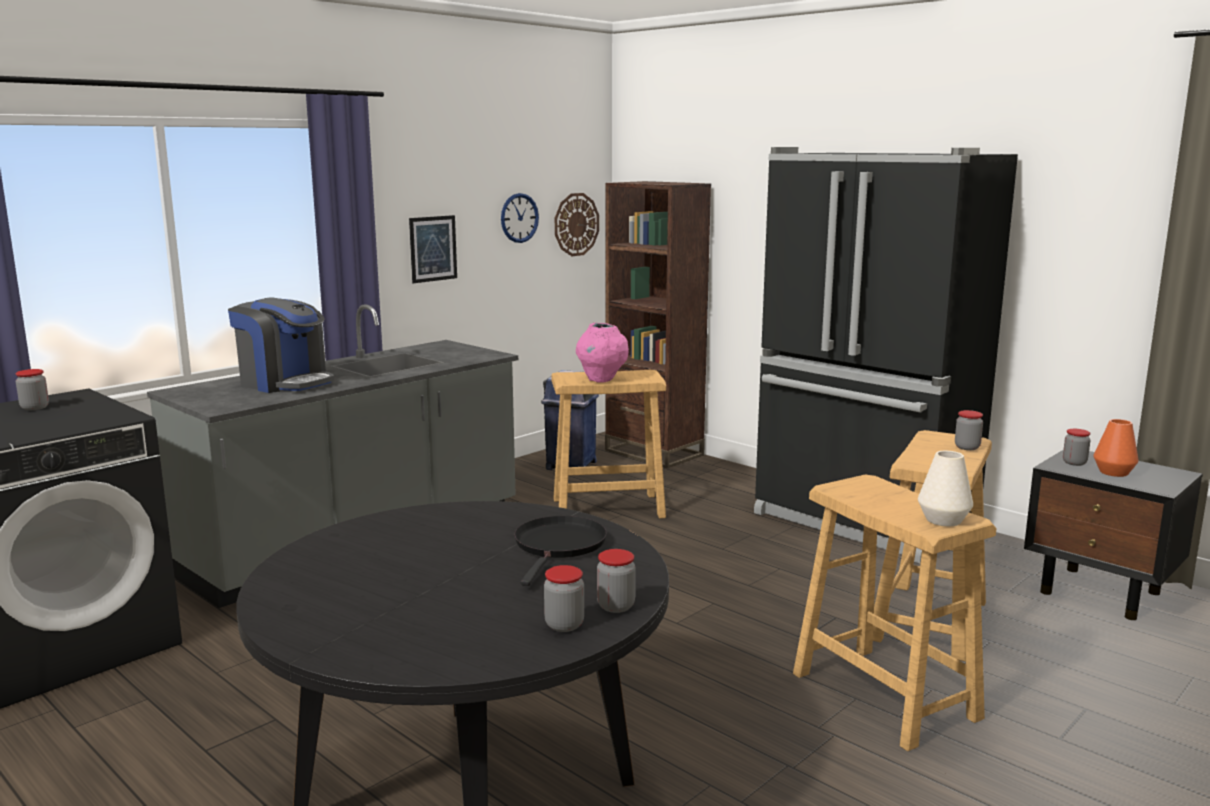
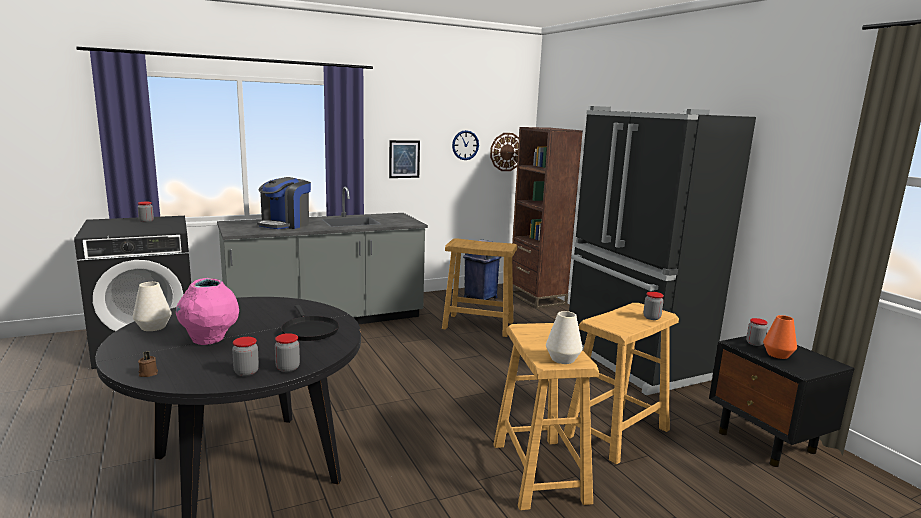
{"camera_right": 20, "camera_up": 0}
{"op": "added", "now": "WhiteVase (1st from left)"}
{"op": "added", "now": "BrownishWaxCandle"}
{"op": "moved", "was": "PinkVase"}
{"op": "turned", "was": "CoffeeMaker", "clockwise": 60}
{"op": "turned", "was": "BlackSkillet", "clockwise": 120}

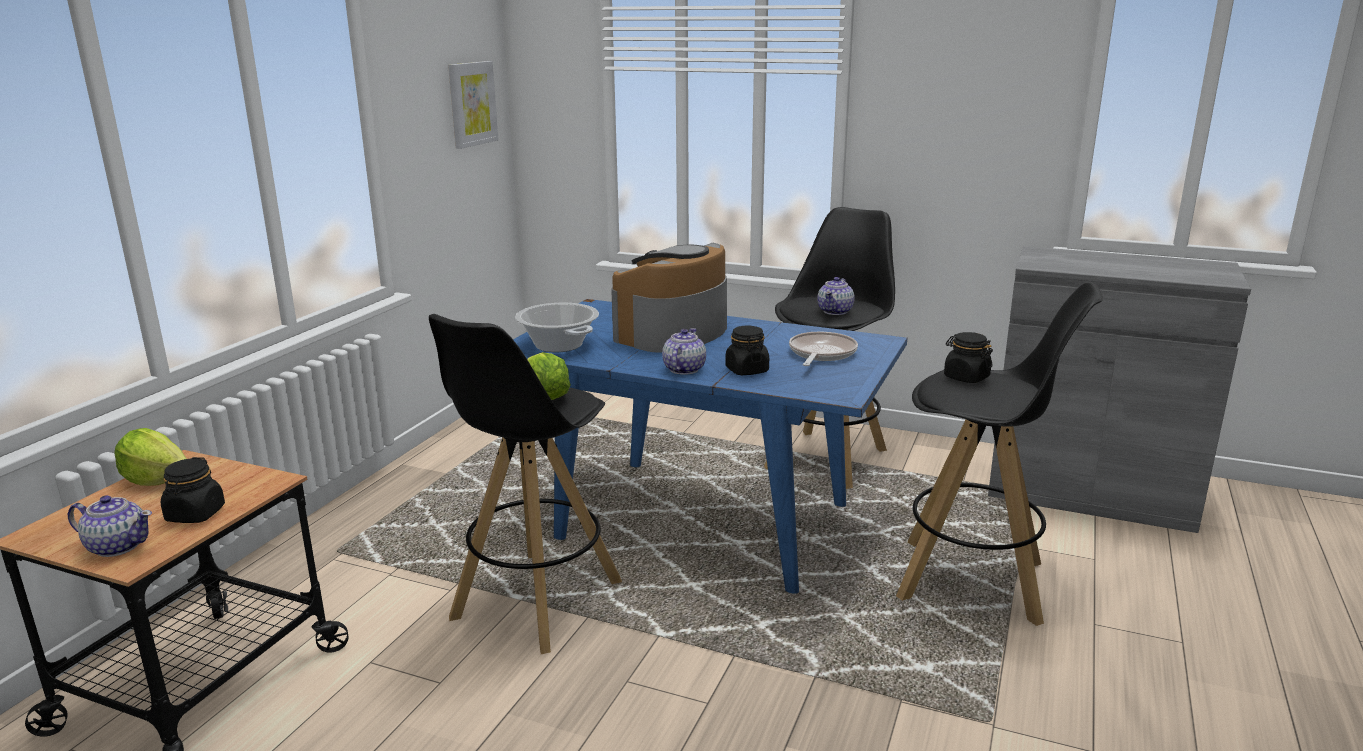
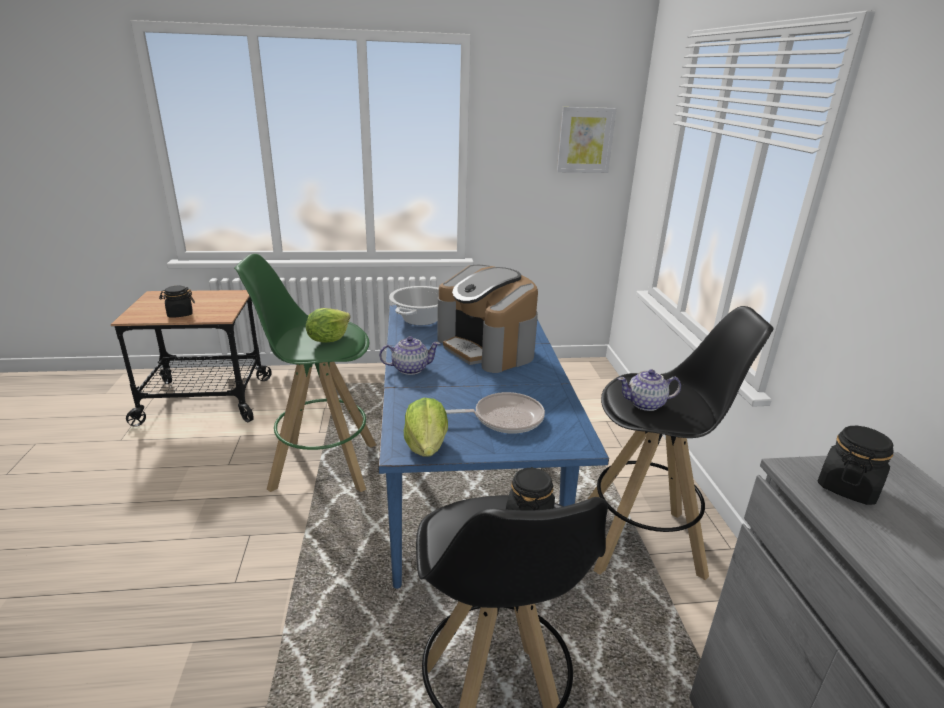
{"camera_right": 60, "camera_up": 5}
{"op": "recoloured", "was": "BlackStoolSeat (1st from left)", "now": "GreenColouredStoolSeat"}
{"op": "moved", "was": "LettuceHead (1st from left in the first image)", "now": "LettuceHead (2nd from left)"}
{"op": "turned", "was": "CoffeeMaker", "clockwise": -135}
{"op": "moved", "was": "BlackJar (2nd from left in the first image)", "now": "BlackJar (3rd from left)"}
{"op": "removed", "was": "Teapot (1st from left)"}

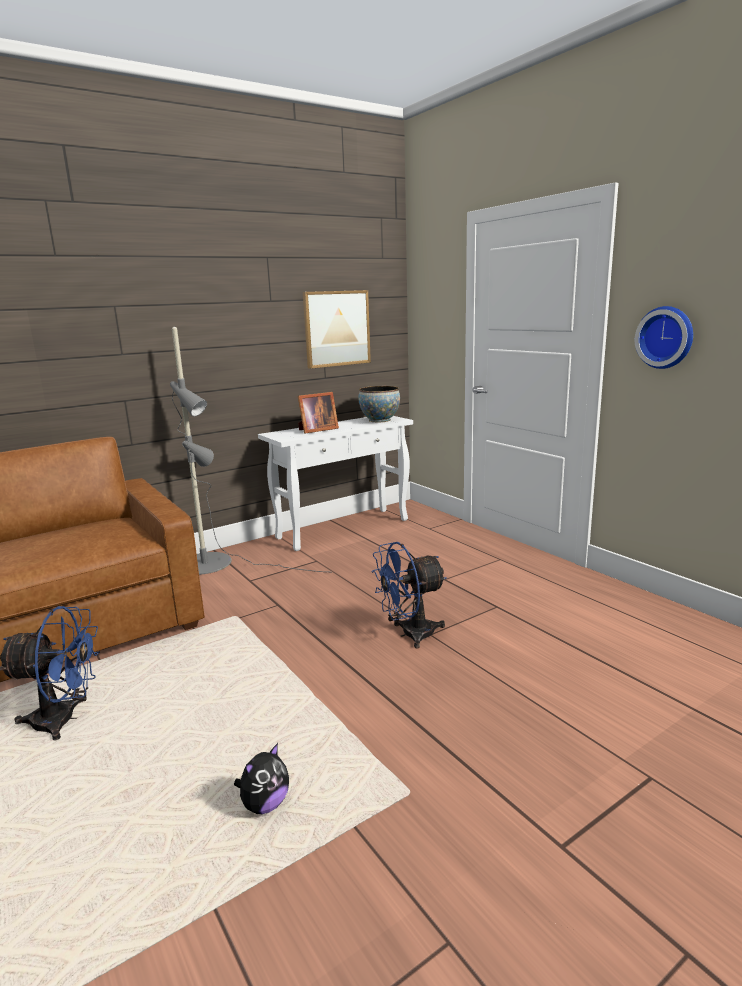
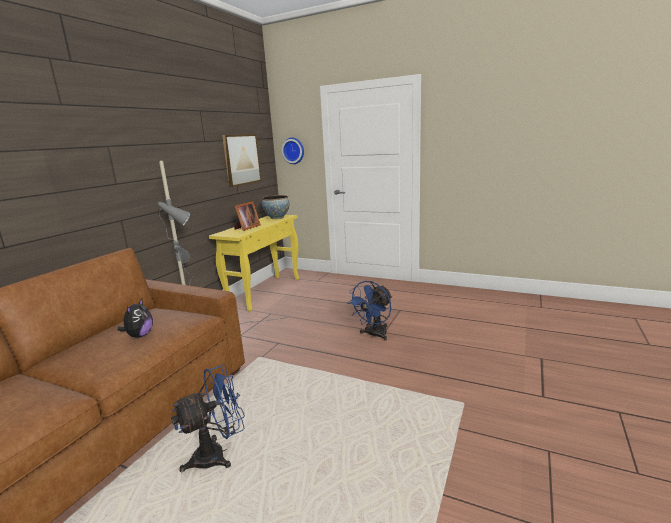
{"camera_right": -30, "camera_up": 0}
{"op": "moved", "was": "PlushToy"}
{"op": "recoloured", "was": "WhiteHallTable", "now": "YellowishHallTable"}
{"op": "moved", "was": "ClockOnTheWall"}

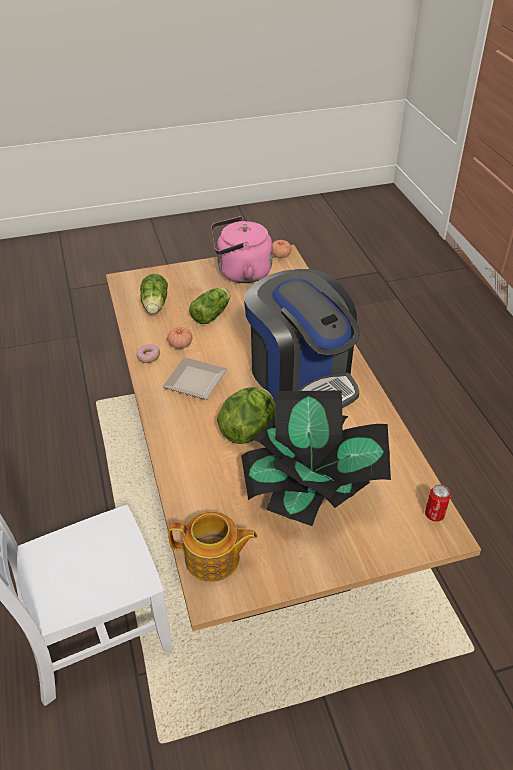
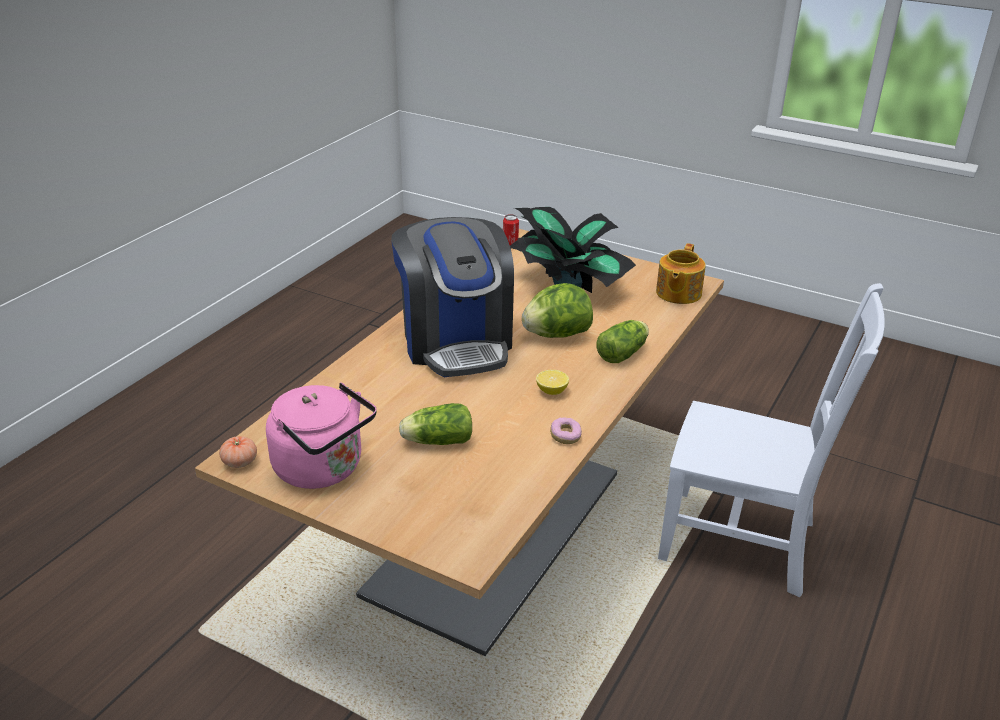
{"camera_right": -135, "camera_up": -10}
{"op": "turned", "was": "CoffeeMaker", "clockwise": 150}
{"op": "replaced", "was": "DinnerPlate", "now": "Lemon"}
{"op": "moved", "was": "LettuceHead (1st from left in the first image)", "now": "LettuceHead (3rd from left)"}
{"op": "turned", "was": "Teapot", "clockwise": -120}
{"op": "removed", "was": "WholeTomato (1st from left)"}

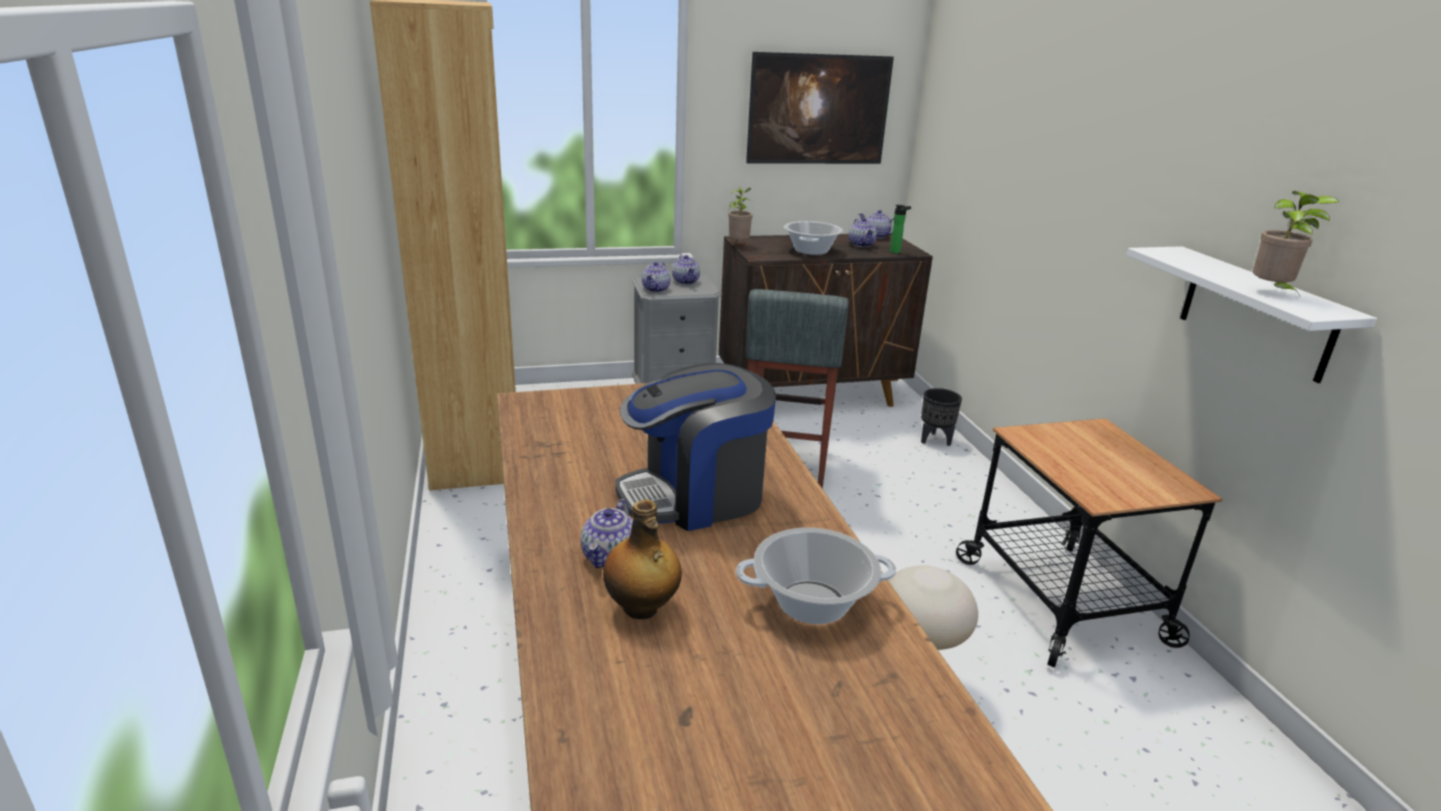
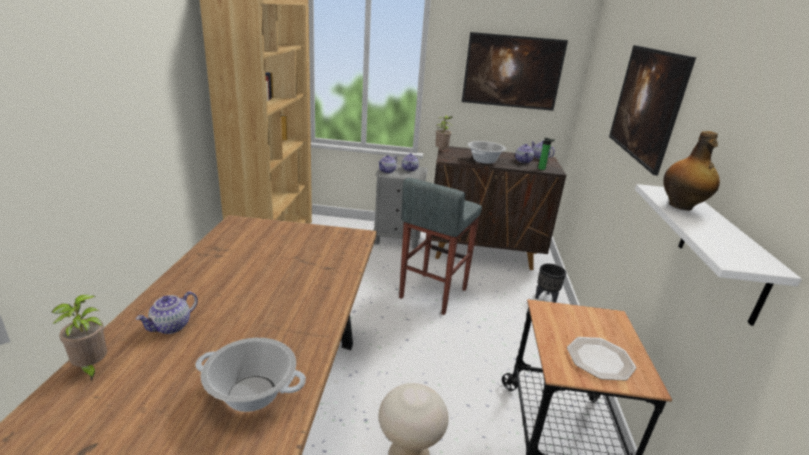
{"camera_right": 20, "camera_up": 0}
{"op": "moved", "was": "PottedPlant (2nd from left in the first image)", "now": "PottedPlant (1st from left)"}
{"op": "added", "now": "DinnerPlate"}
{"op": "added", "now": "WallArt (2nd from left)"}
{"op": "moved", "was": "Bottle (1st from left in the first image)", "now": "Bottle (2nd from left)"}
{"op": "removed", "was": "CoffeeMaker"}

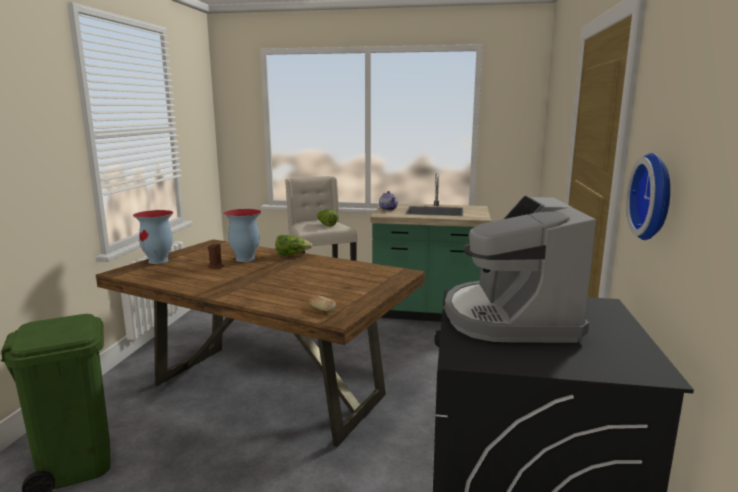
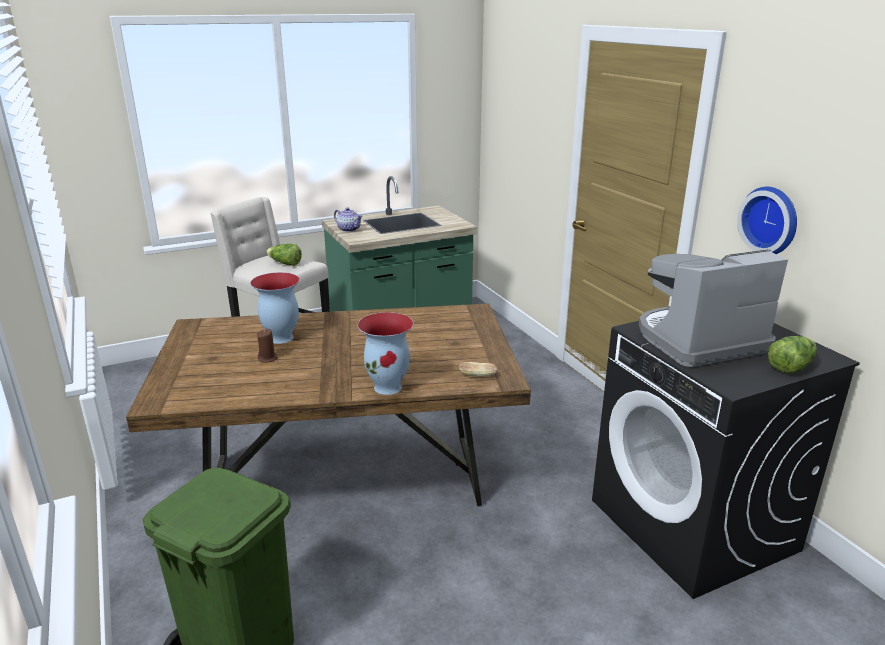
{"camera_right": -35, "camera_up": 10}
{"op": "moved", "was": "Vase (1st from left in the first image)", "now": "Vase (2nd from left)"}
{"op": "turned", "was": "CoffeeMaker", "clockwise": 105}
{"op": "moved", "was": "LettuceHead (1st from left in the first image)", "now": "LettuceHead (2nd from left)"}

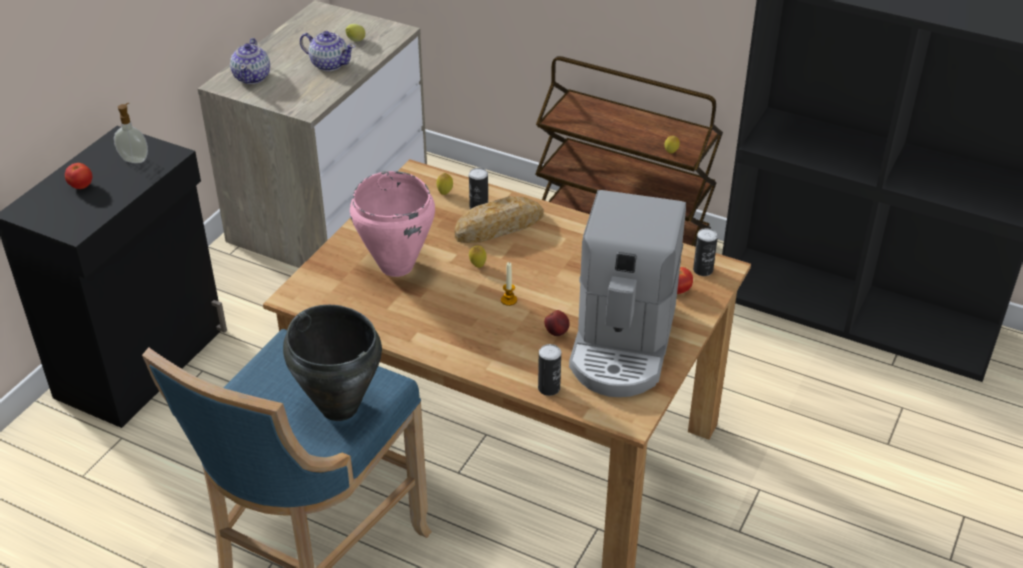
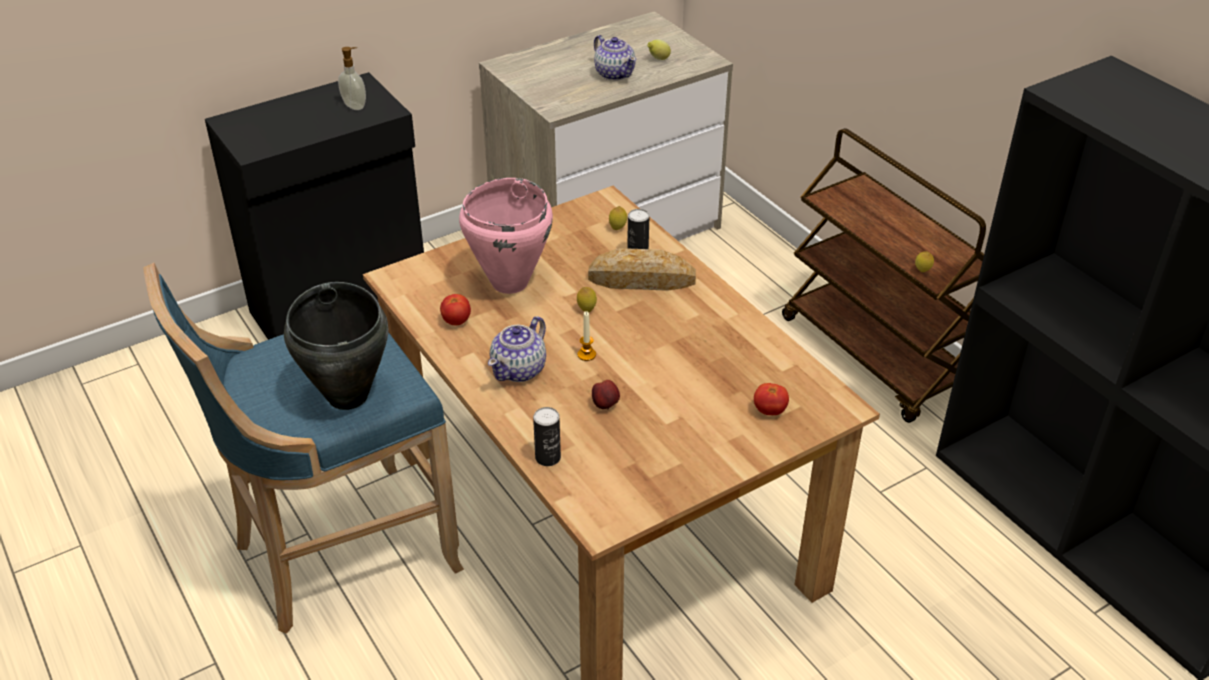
{"camera_right": 30, "camera_up": 0}
{"op": "moved", "was": "WholeTomato (1st from left)"}
{"op": "moved", "was": "Teapot (1st from left)"}
{"op": "removed", "was": "CoffeeMaker"}
{"op": "removed", "was": "SealedCan (3rd from left)"}

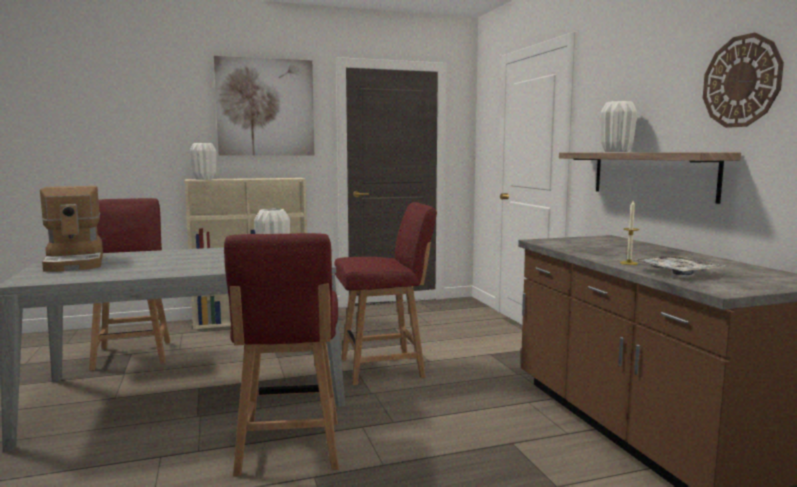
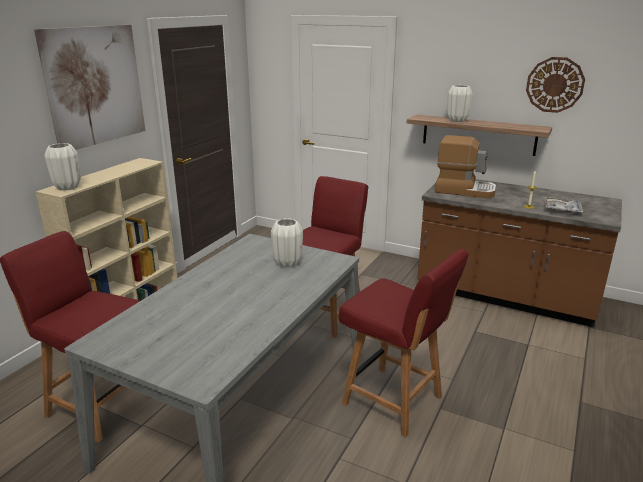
{"camera_right": -45, "camera_up": 15}
{"op": "moved", "was": "CoffeeMaker"}

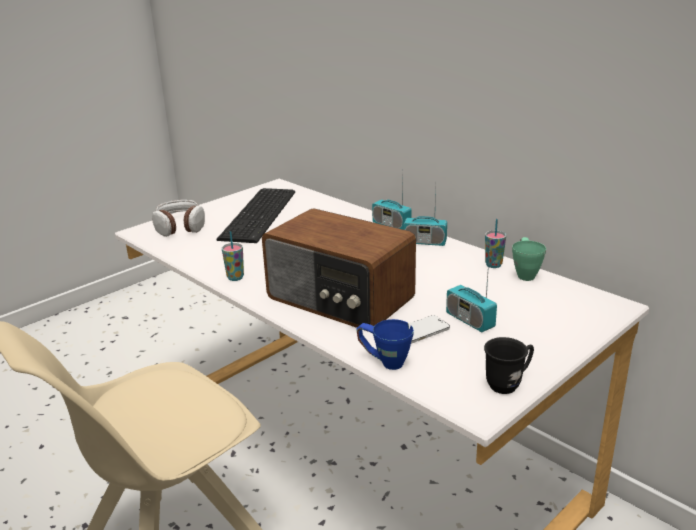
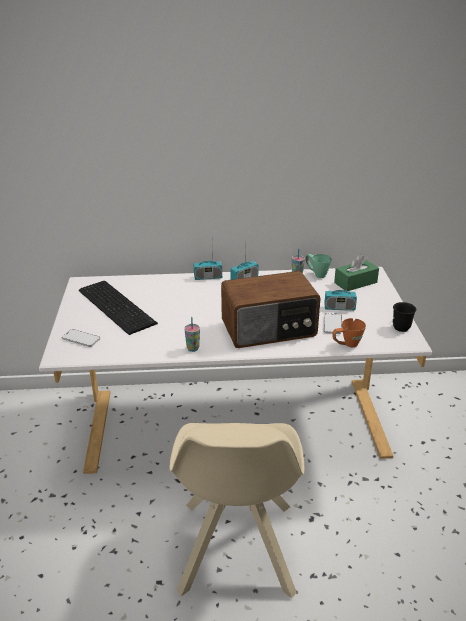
{"camera_right": -50, "camera_up": 5}
{"op": "replaced", "was": "Headset", "now": "Telephone (1st from left)"}
{"op": "recoloured", "was": "BluishCoffeeMug", "now": "OrangeCoffeeMug"}
{"op": "added", "now": "GreenColouredTissueHolder"}

